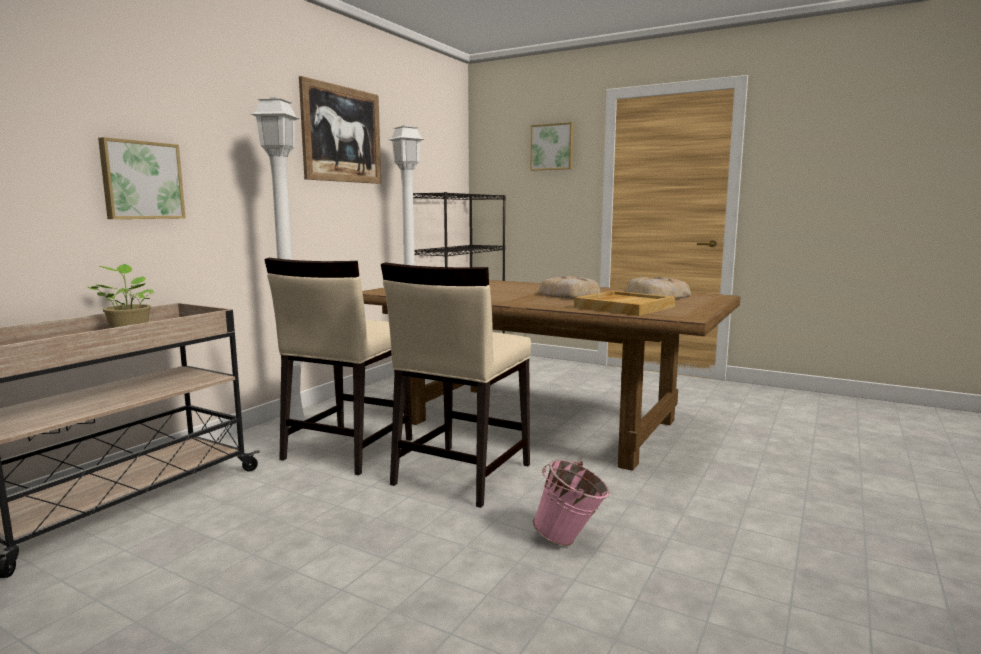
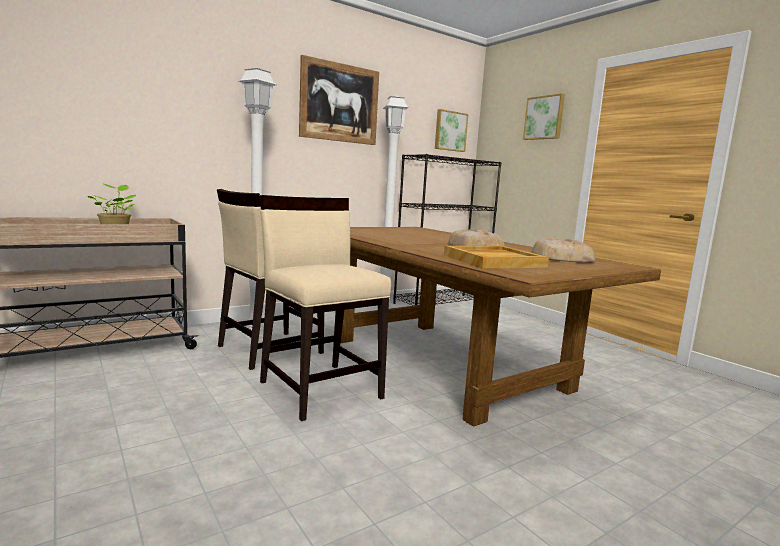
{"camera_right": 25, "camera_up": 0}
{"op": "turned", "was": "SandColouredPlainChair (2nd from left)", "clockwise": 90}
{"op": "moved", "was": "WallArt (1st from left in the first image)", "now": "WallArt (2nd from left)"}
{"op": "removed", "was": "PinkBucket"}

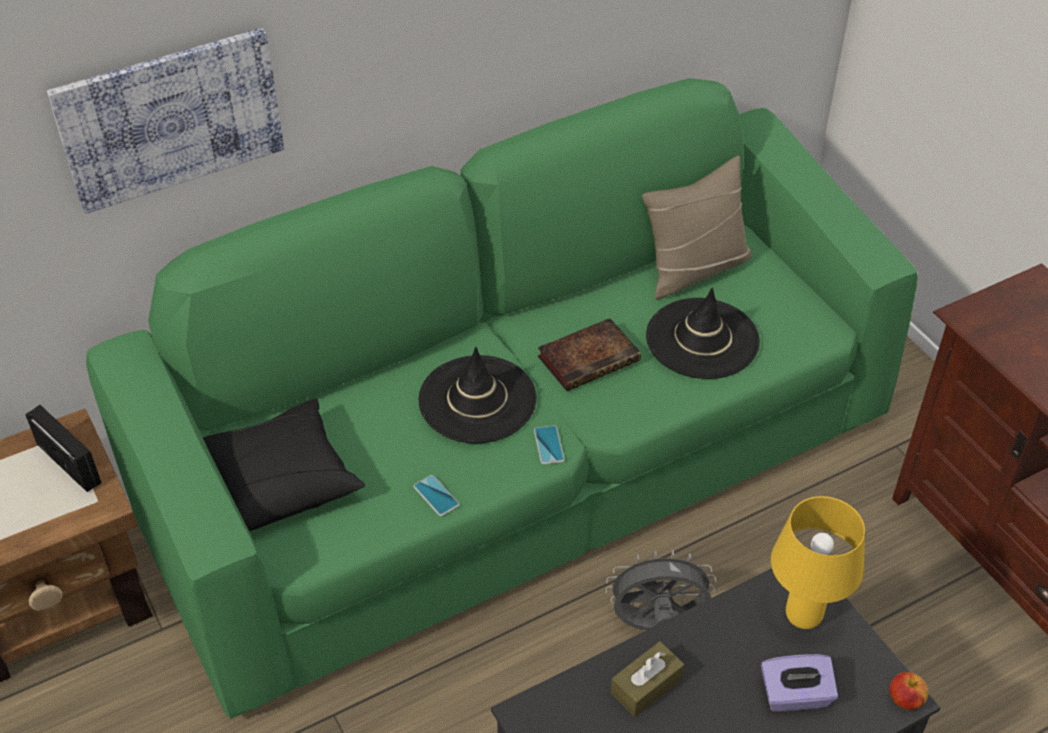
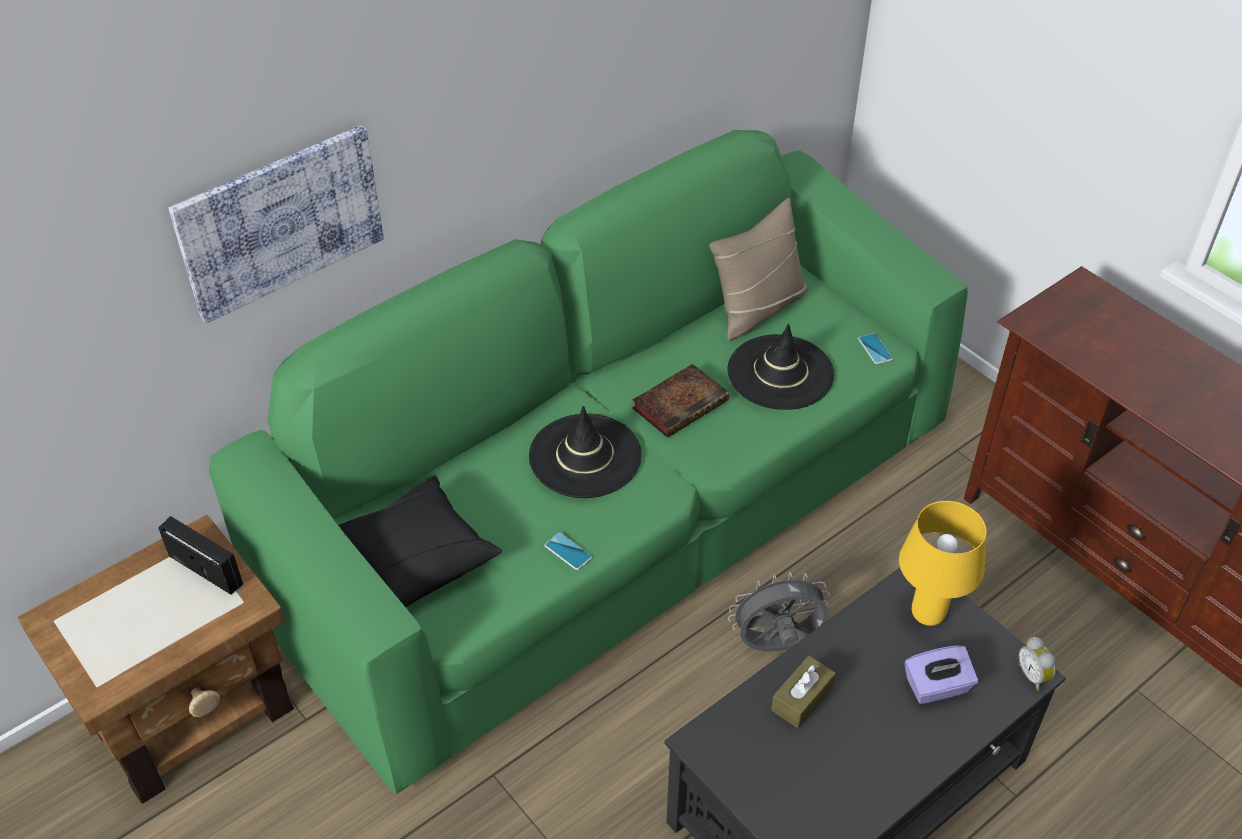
{"camera_right": -10, "camera_up": 0}
{"op": "moved", "was": "Telephone (2nd from left)"}
{"op": "replaced", "was": "Apple", "now": "BedsideClock"}

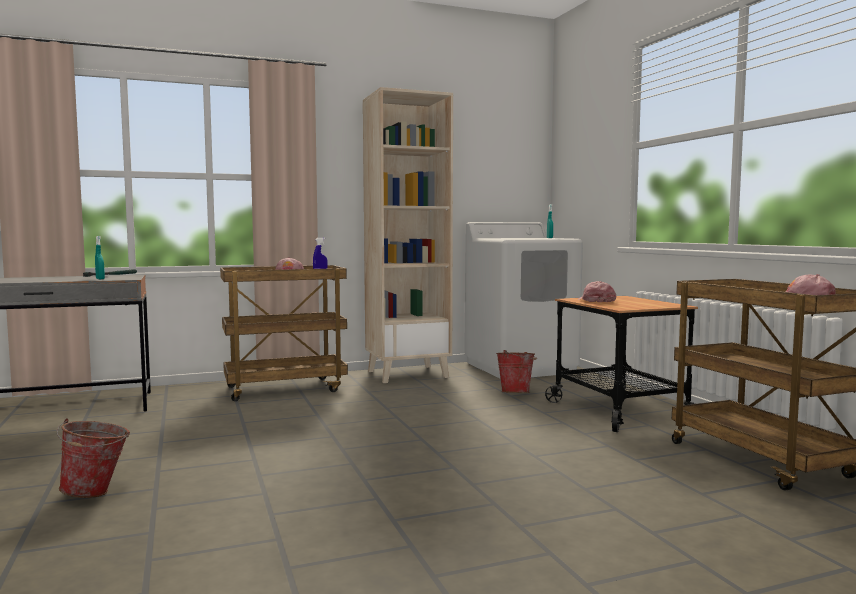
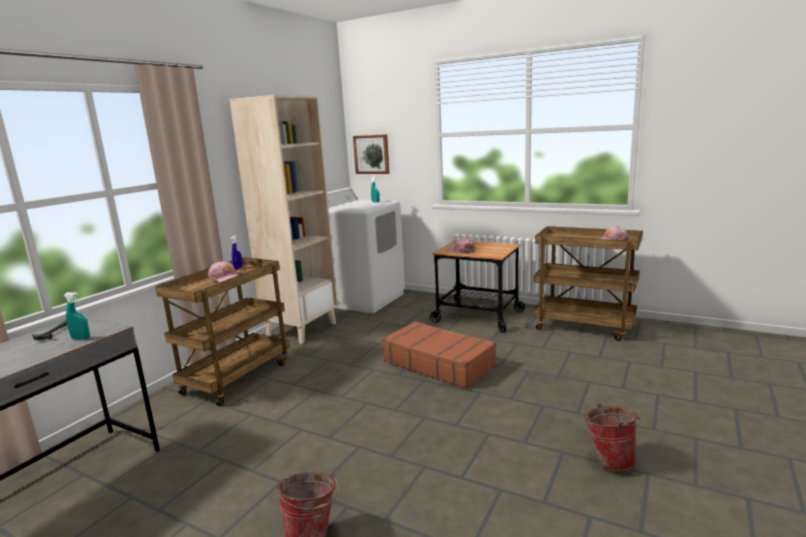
{"camera_right": -40, "camera_up": 10}
{"op": "added", "now": "WallArt"}
{"op": "added", "now": "BrownishSuitcase"}
{"op": "moved", "was": "Bucket (2nd from left)"}

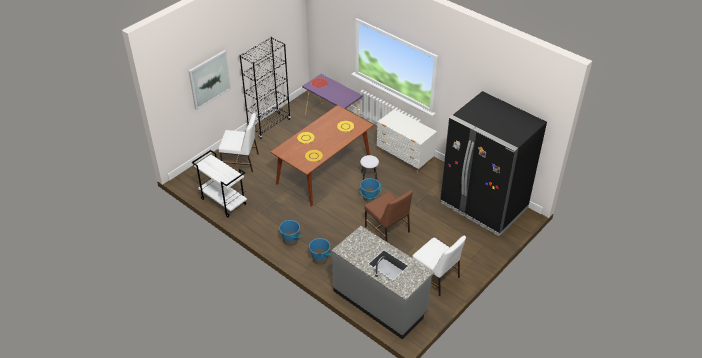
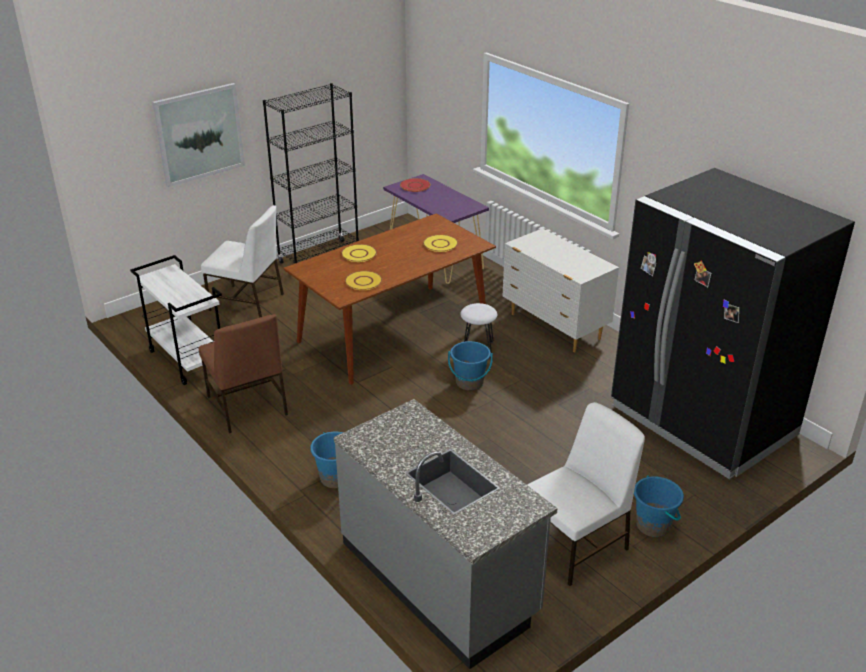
{"camera_right": 10, "camera_up": -10}
{"op": "moved", "was": "BrownishPlainChair"}
{"op": "turned", "was": "WhitePlainChair (2nd from left)", "clockwise": -90}
{"op": "moved", "was": "BluishBucket (1st from left in the first image)", "now": "BluishBucket (3rd from left)"}

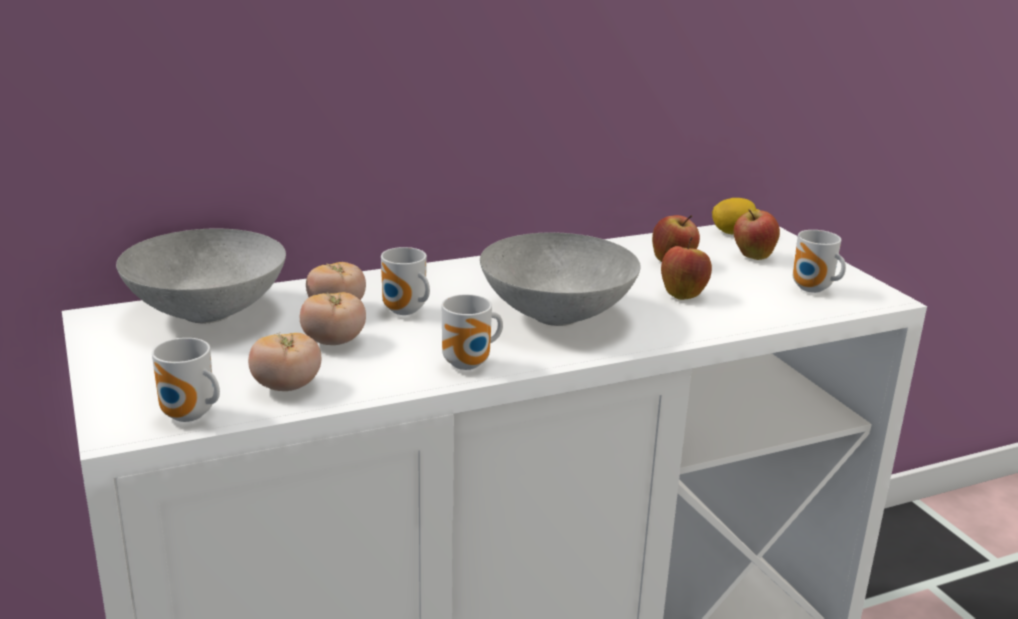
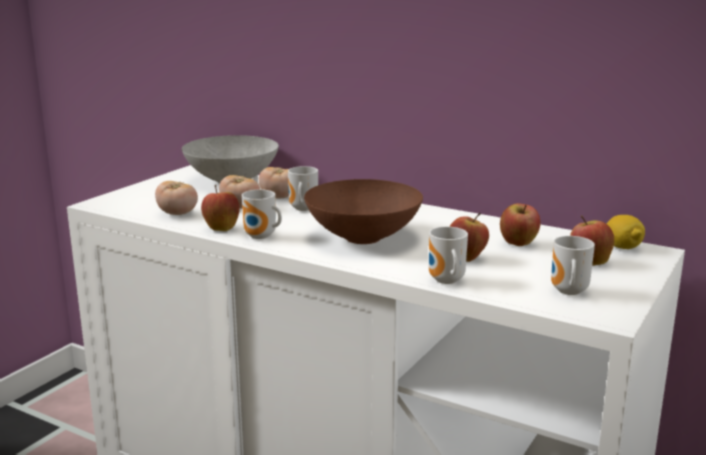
{"camera_right": 55, "camera_up": -5}
{"op": "added", "now": "Apple (1st from left)"}
{"op": "recoloured", "was": "GreyServingBowl (2nd from left)", "now": "BrownishServingBowl"}
{"op": "moved", "was": "CoffeeMug (1st from left in the first image)", "now": "CoffeeMug (3rd from left)"}

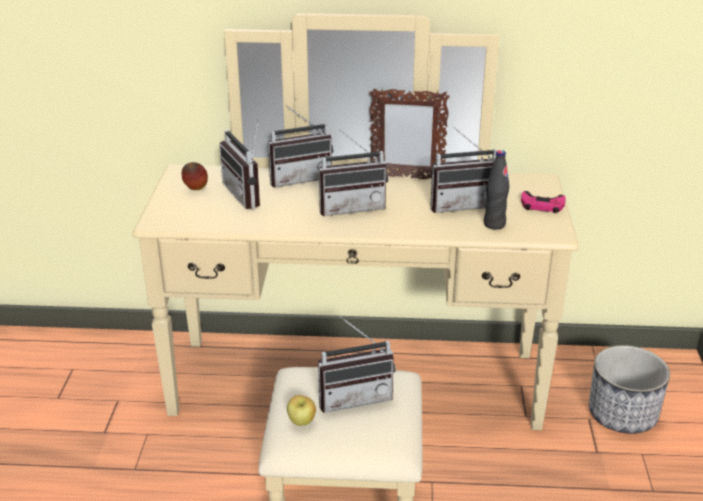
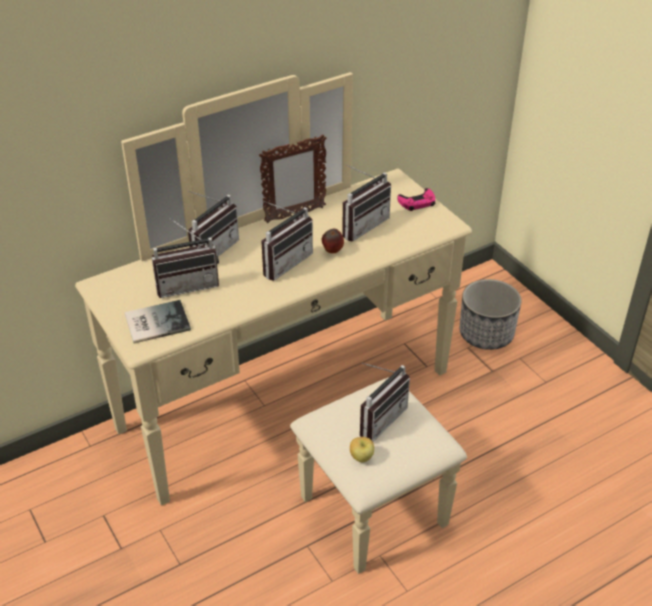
{"camera_right": -35, "camera_up": 10}
{"op": "added", "now": "Book"}
{"op": "turned", "was": "Radio (1st from left)", "clockwise": -45}
{"op": "moved", "was": "Apple (1st from left)"}
{"op": "removed", "was": "BlackBottle"}

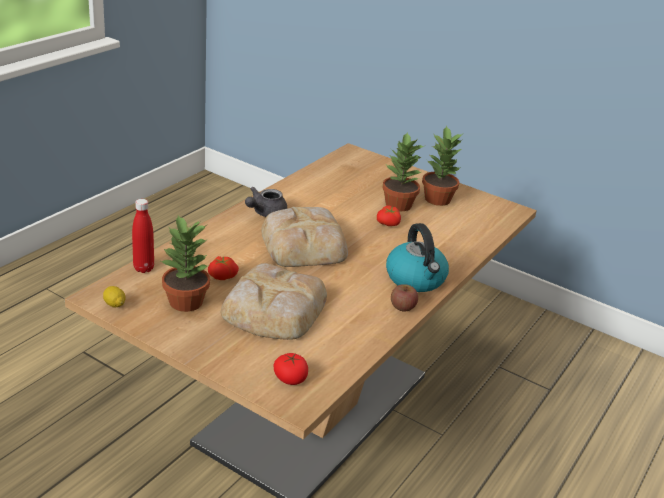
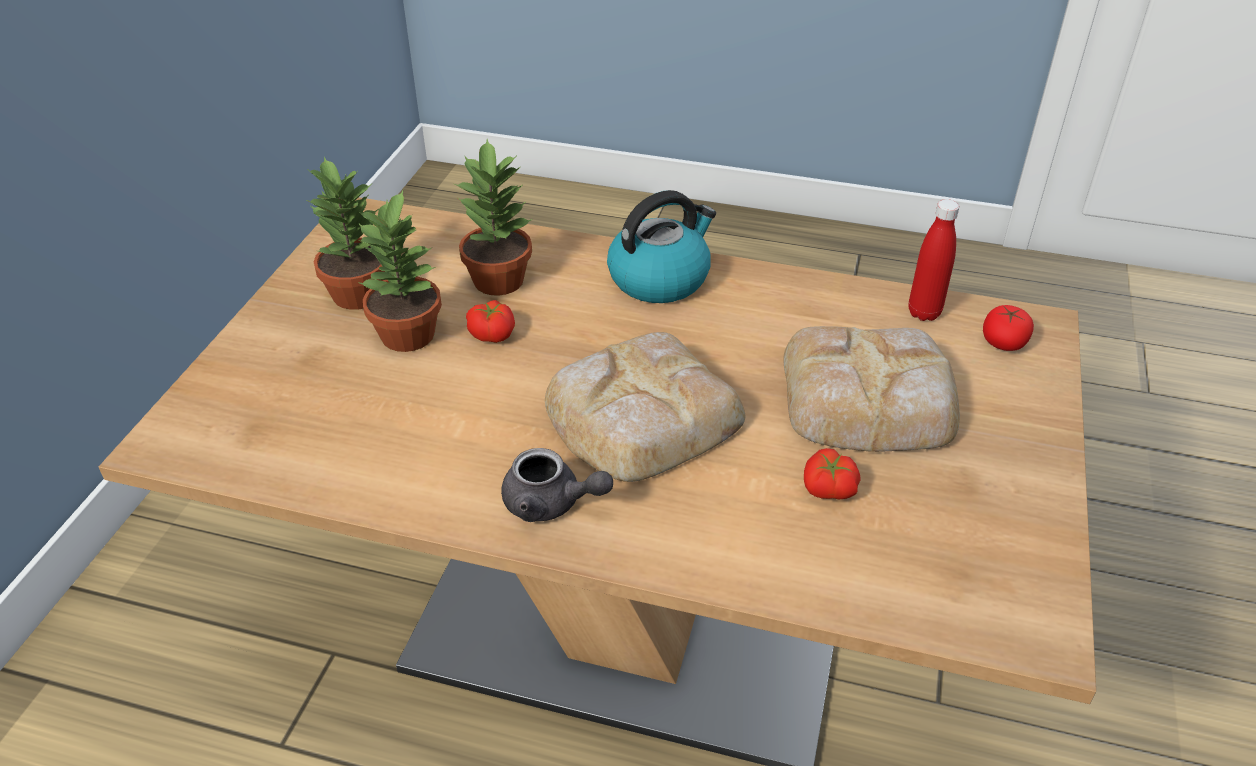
{"camera_right": -105, "camera_up": 10}
{"op": "moved", "was": "PottedPlant (1st from left in the first image)", "now": "PottedPlant (3rd from left)"}
{"op": "moved", "was": "RedBottle"}
{"op": "removed", "was": "Lemon"}
{"op": "removed", "was": "Apple"}

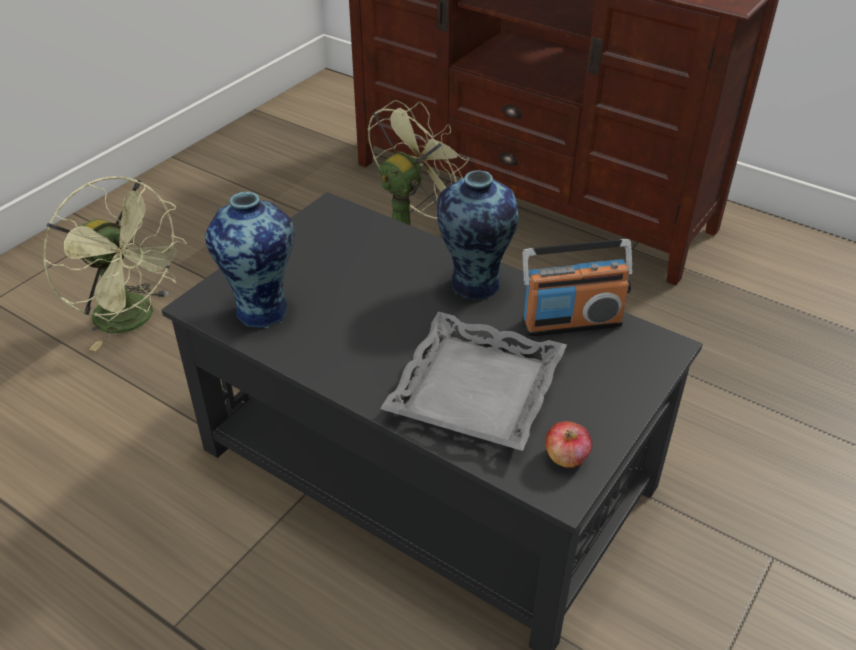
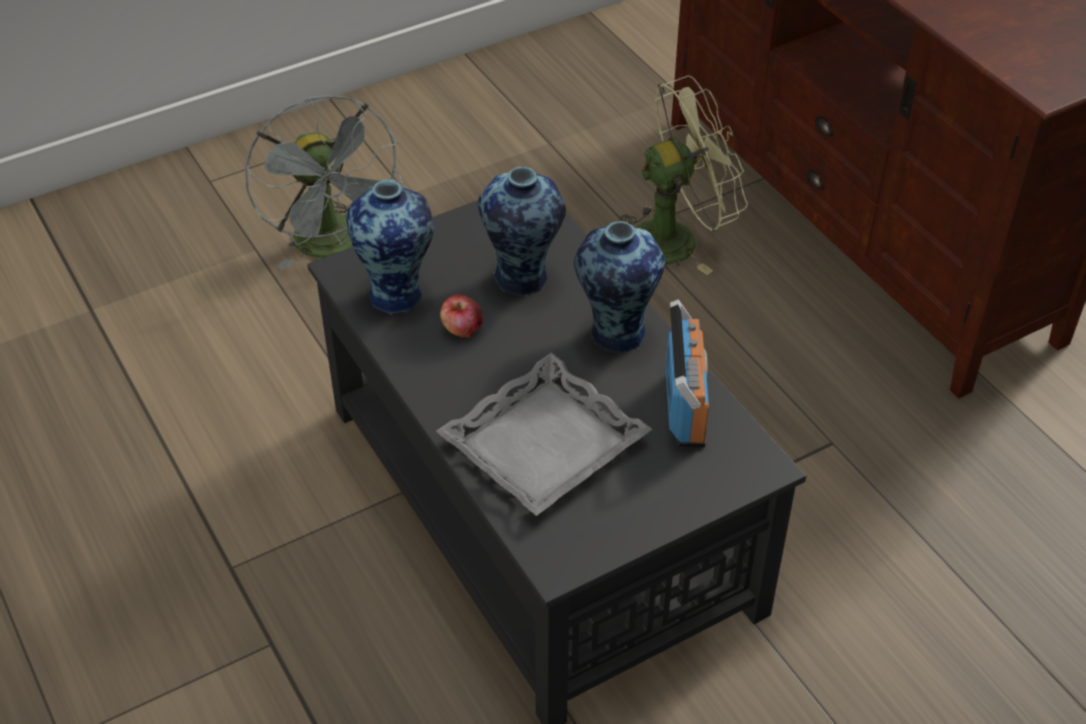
{"camera_right": 25, "camera_up": 5}
{"op": "recoloured", "was": "GreenColouredFan (1st from left)", "now": "GreyFan"}
{"op": "moved", "was": "Apple"}
{"op": "added", "now": "Vase (2nd from left)"}
{"op": "turned", "was": "Radio", "clockwise": -105}

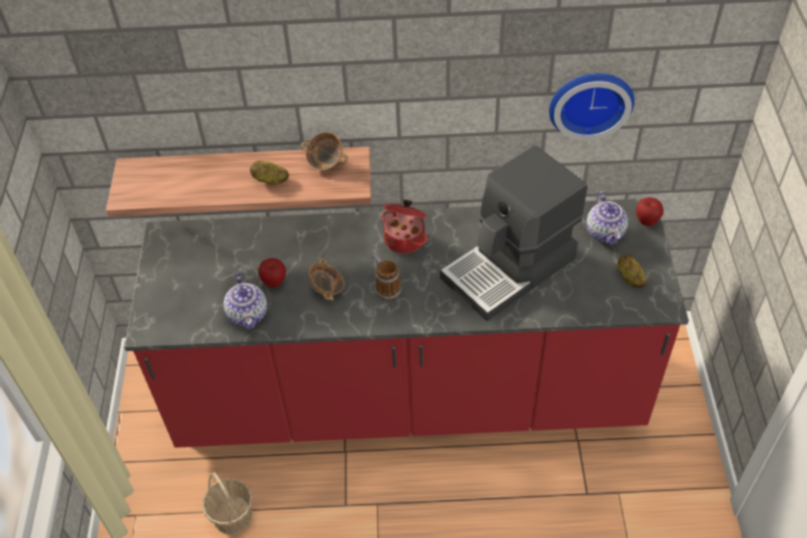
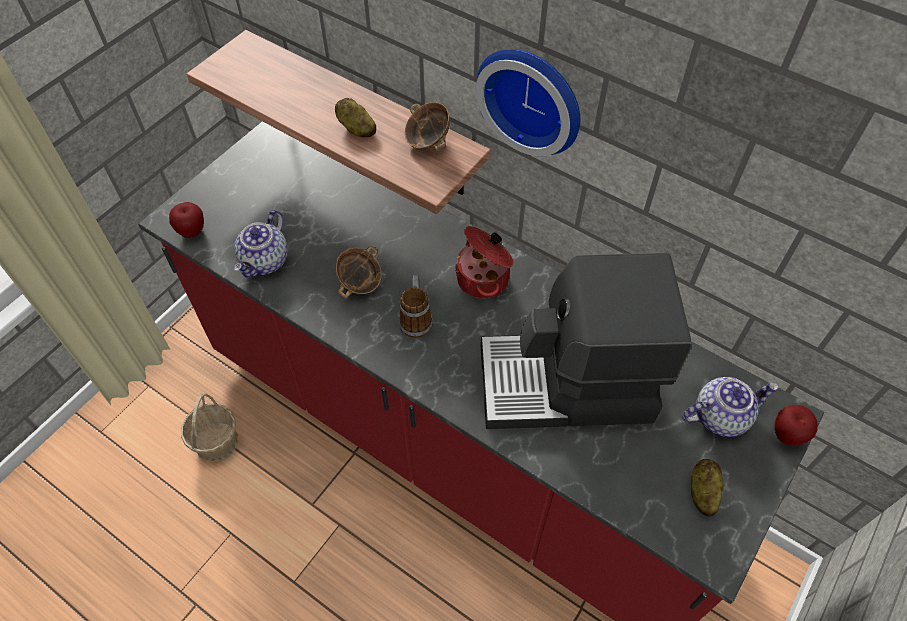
{"camera_right": 35, "camera_up": 5}
{"op": "moved", "was": "Apple (1st from left)"}
{"op": "moved", "was": "ClockOnTheWall"}
{"op": "turned", "was": "Teapot (2nd from left)", "clockwise": -135}

